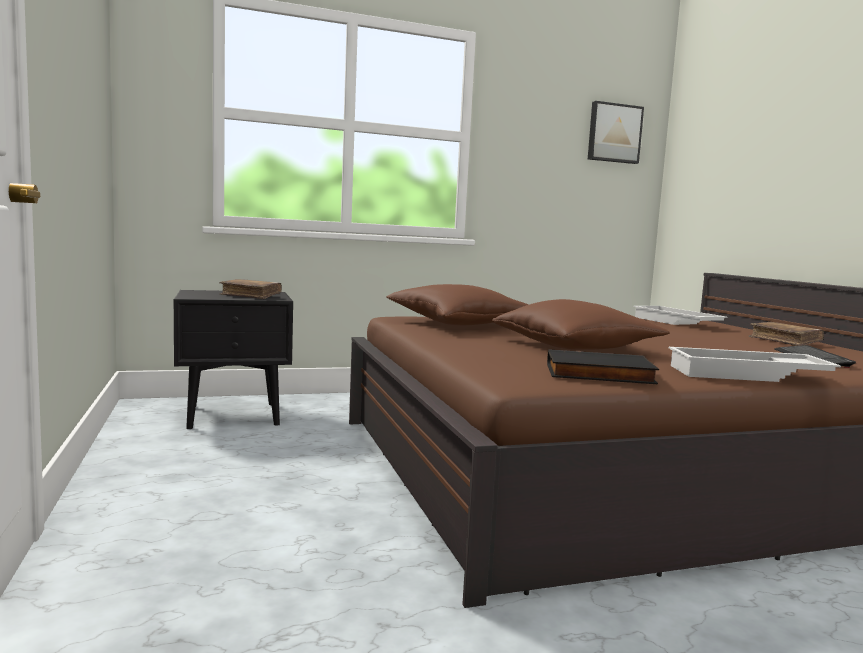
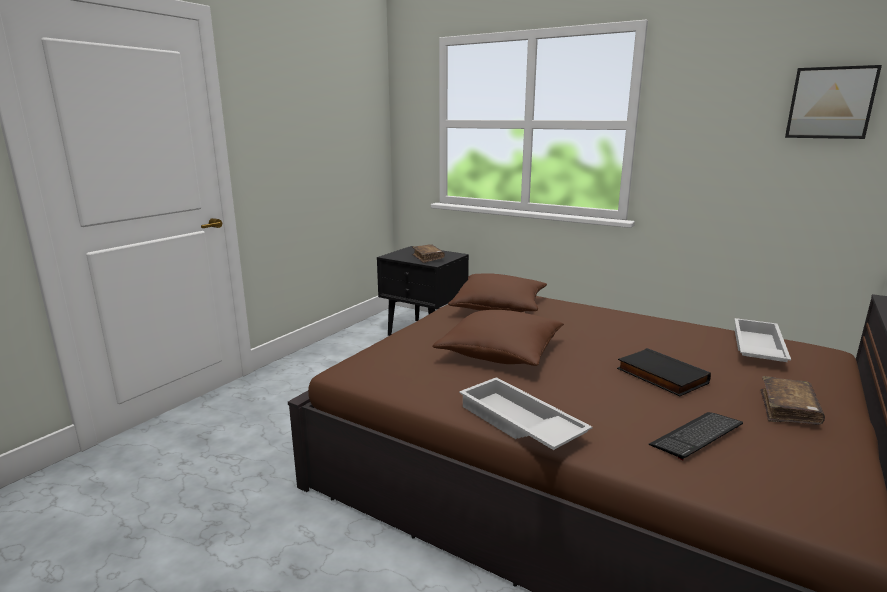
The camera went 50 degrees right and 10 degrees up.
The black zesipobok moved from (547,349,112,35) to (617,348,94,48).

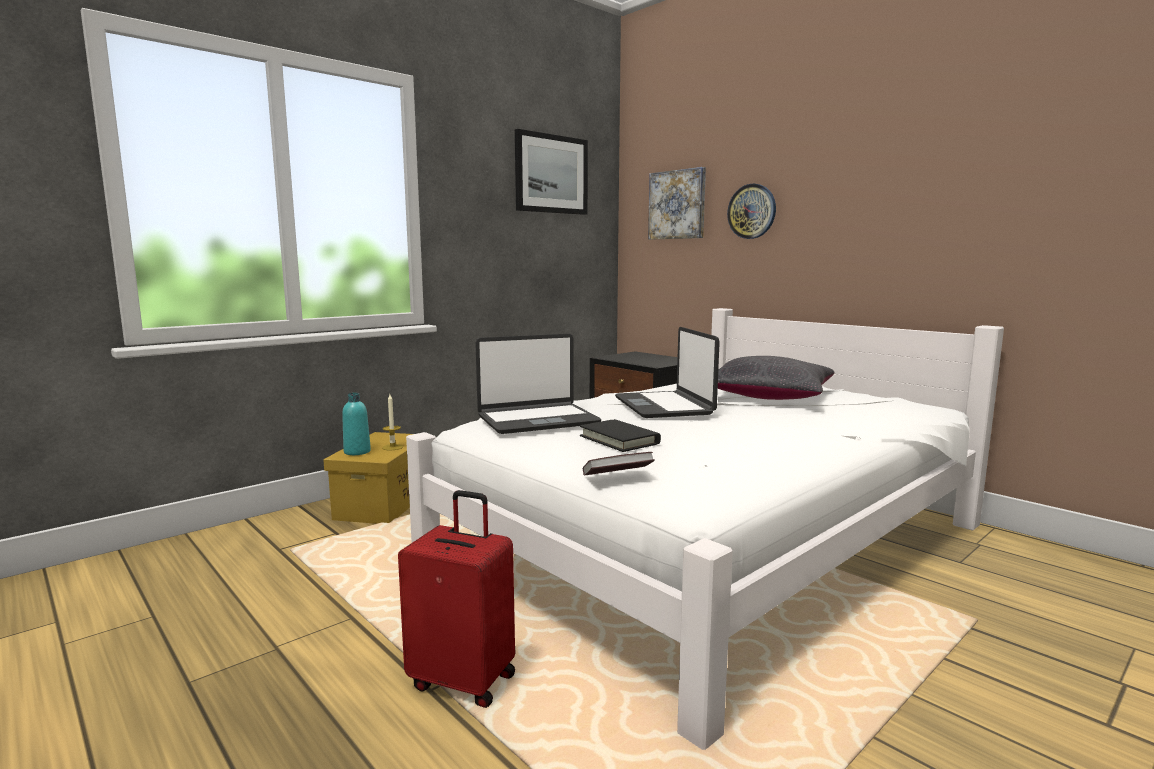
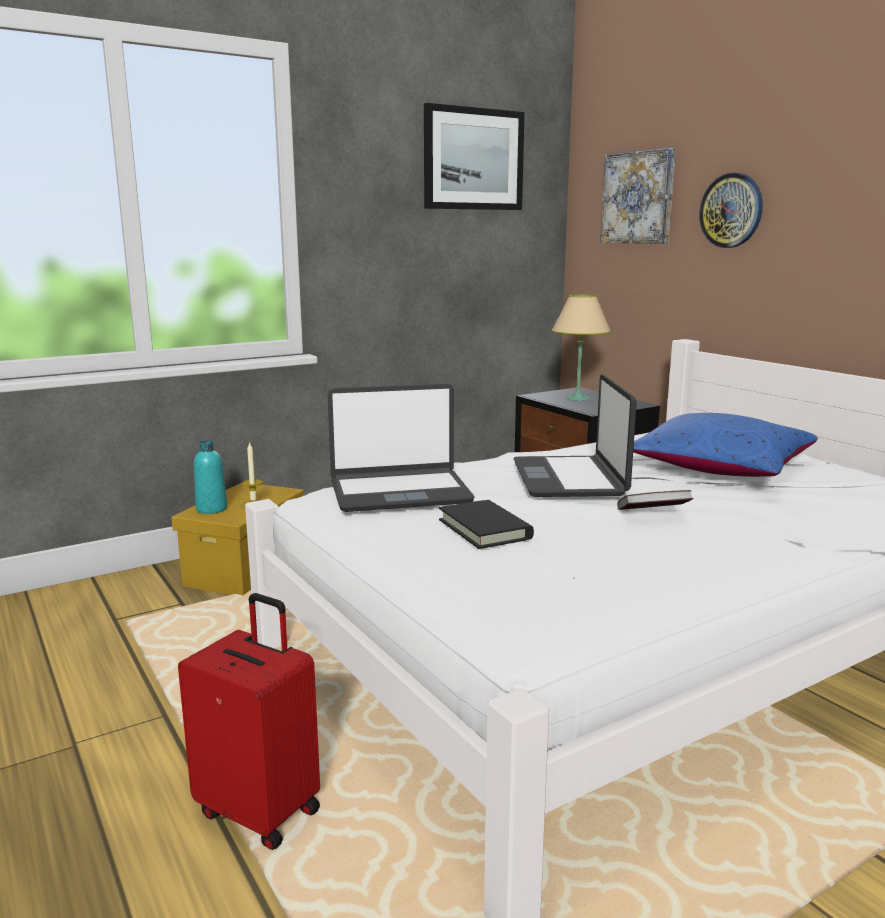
The camera went 10 degrees right and 5 degrees up.
The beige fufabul at (552,294,59,107) appeared.
The zesipobok moved from (583,452,72,23) to (617,490,76,20).
The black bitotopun at (718,356,116,44) became the blue bitotopun at (633,413,185,64).

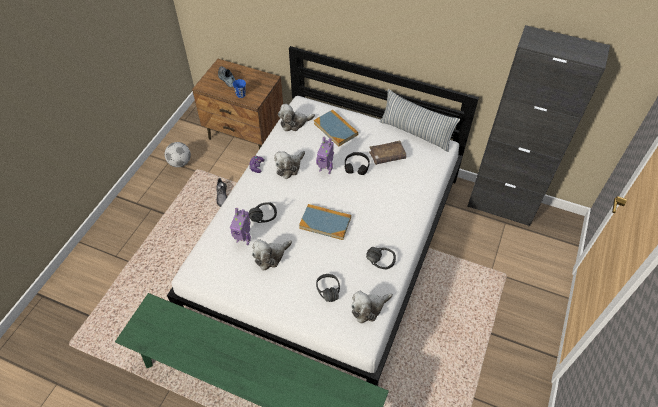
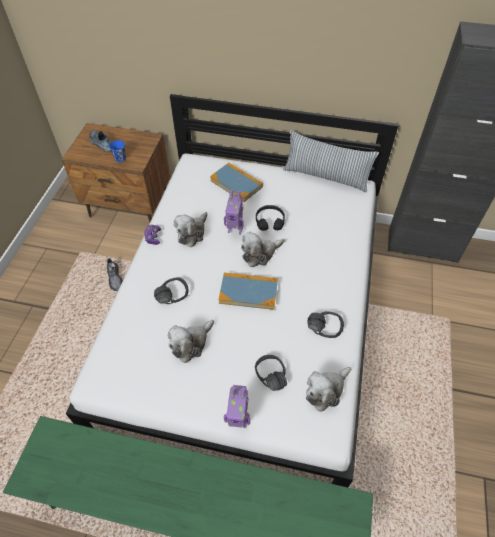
The camera went 10 degrees left and 0 degrees up.
The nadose moved from (230,208,21,37) to (224,385,26,43).
The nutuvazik moved from (278,104,37,27) to (241,232,43,35).
The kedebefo at (164,142,27,25) disappeared.
The brown zesipobok at (369,140,37,25) disappeared.

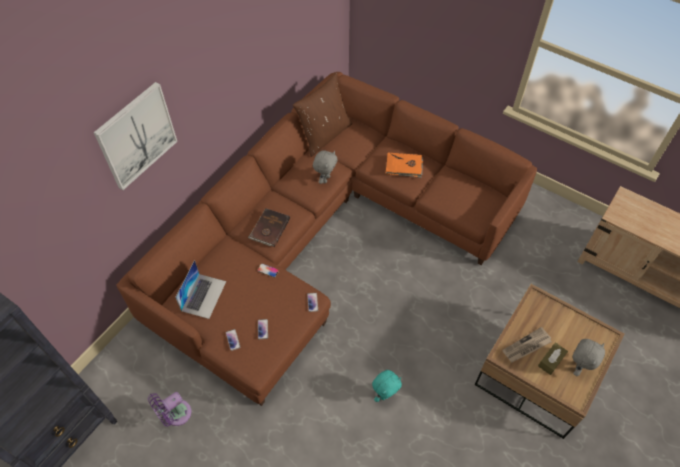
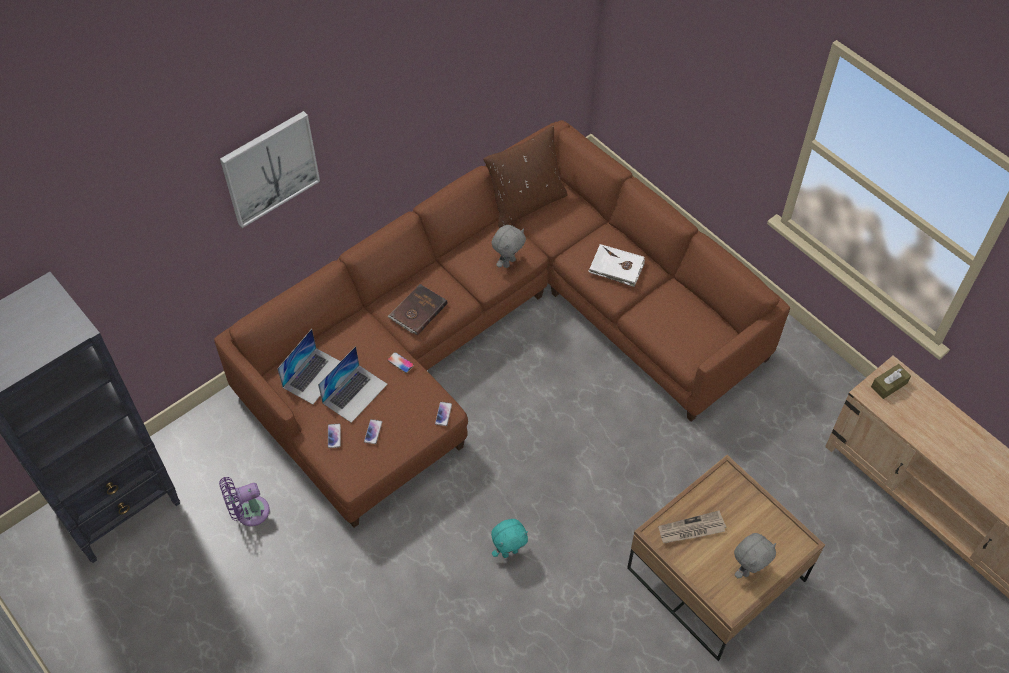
The camera went 15 degrees right and 0 degrees up.
The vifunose at (318,346,69,77) appeared.
The orange zesipobok at (385,153,38,25) became the white zesipobok at (588,244,57,43).
The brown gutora moved from (538,342,30,33) to (871,364,40,35).

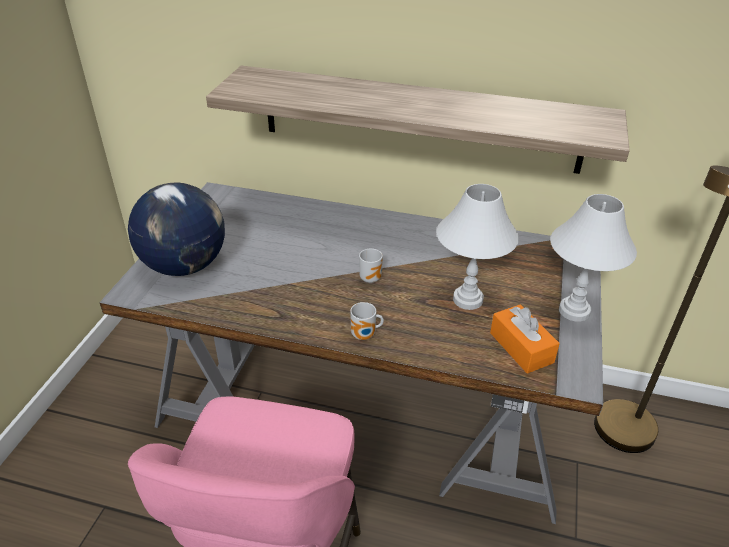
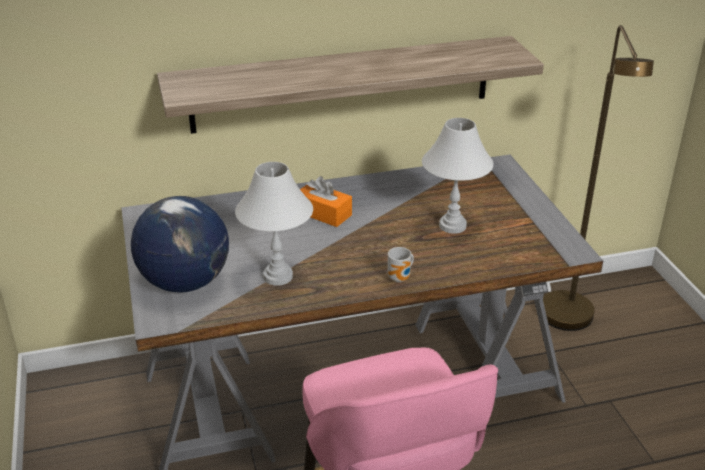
The camera went 30 degrees left and 5 degrees down.
The white fufabul moved from (550,194,87,128) to (235,162,78,124).
The orange gutora moved from (490,304,70,70) to (300,176,52,51).
The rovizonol at (359,248,24,35) disappeared.

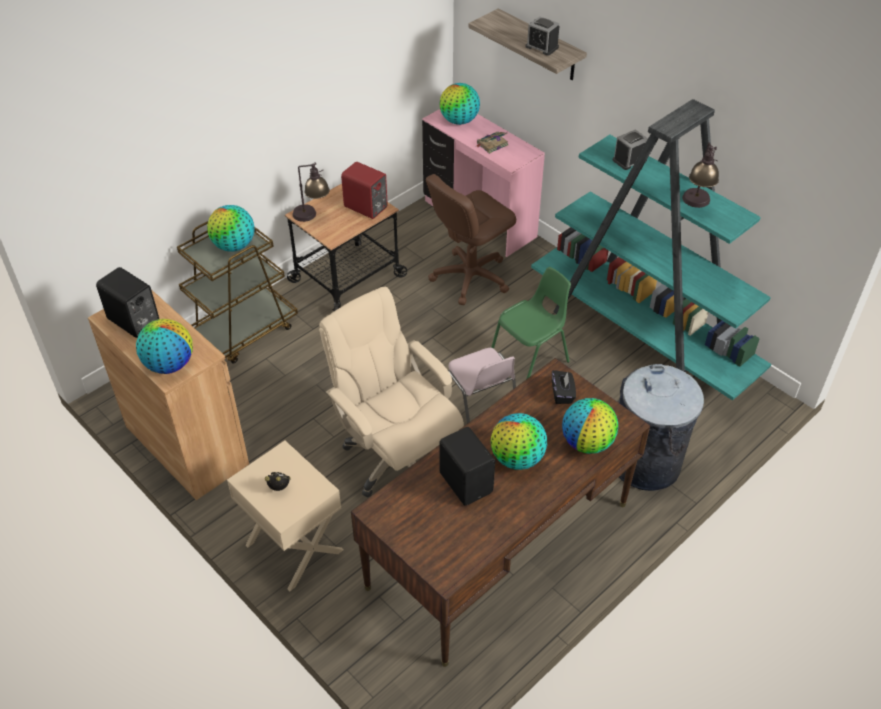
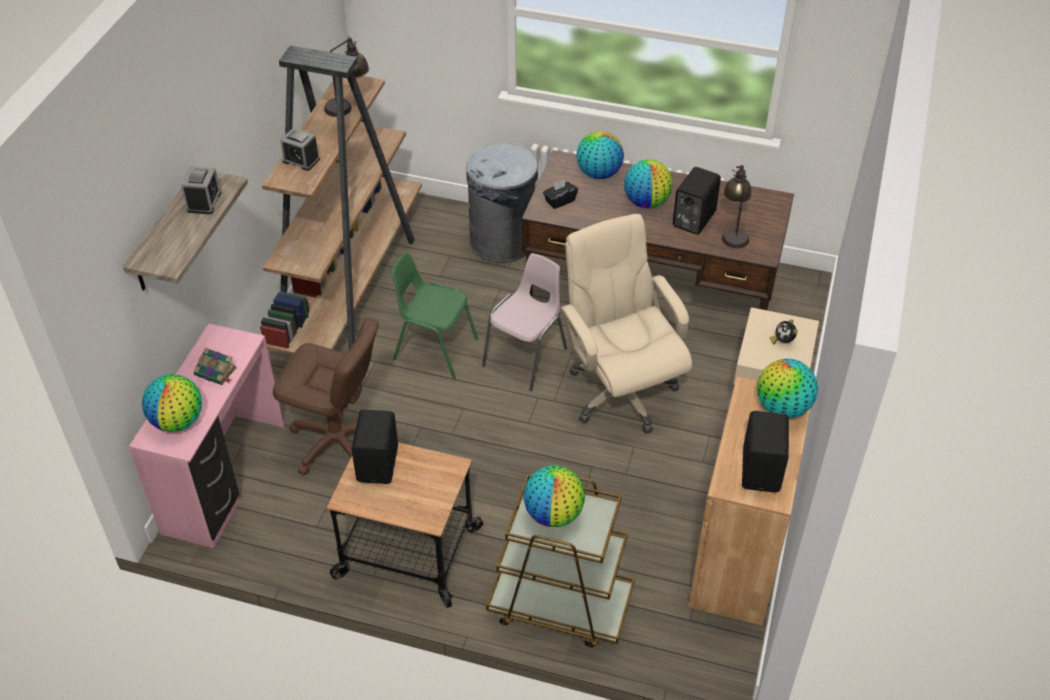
The camera went 120 degrees left and 0 degrees up.
The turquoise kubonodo at (531,99,240,302) became the brown kubonodo at (260,45,162,310).
The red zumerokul at (341,162,47,57) became the black zumerokul at (351,410,47,74).
The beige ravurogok at (319,287,145,211) turned 135 degrees clockwise.
The fufabul moved from (292,162,38,60) to (722,165,30,83).

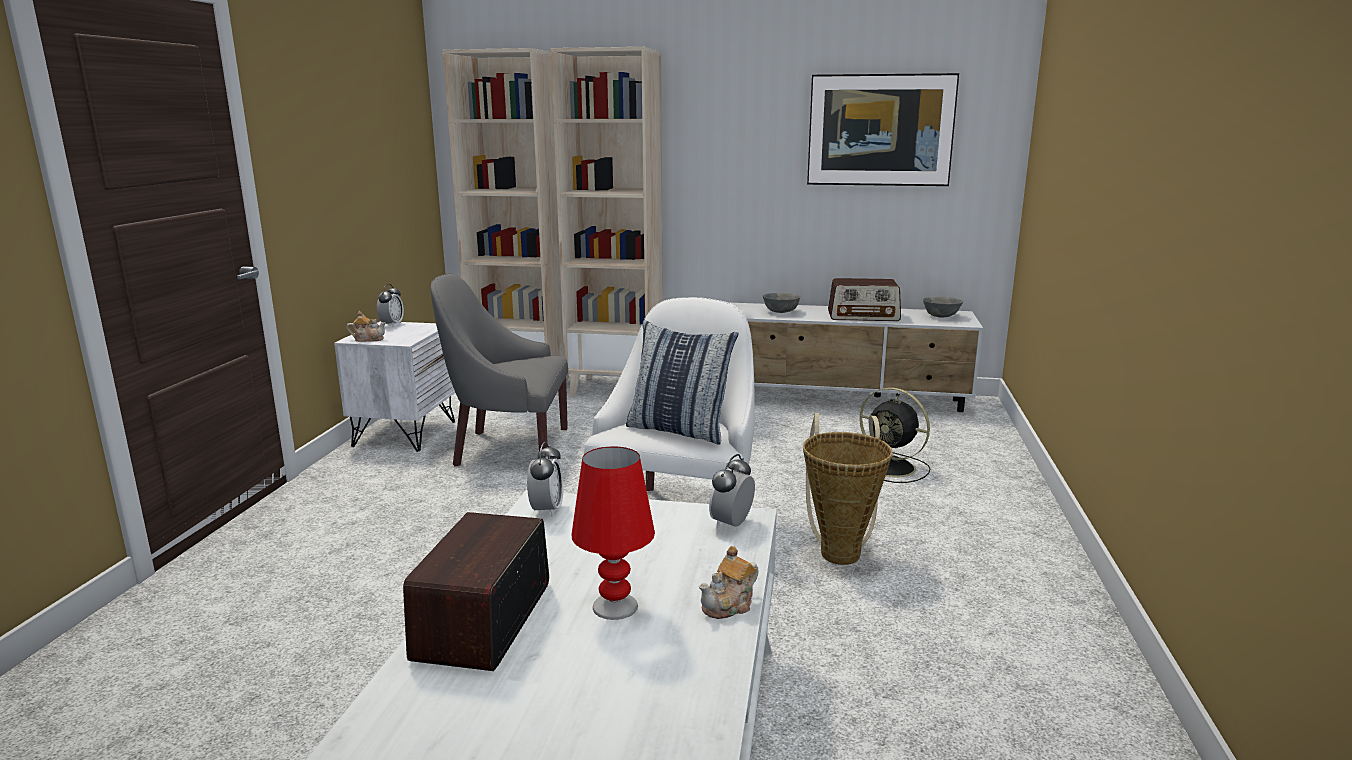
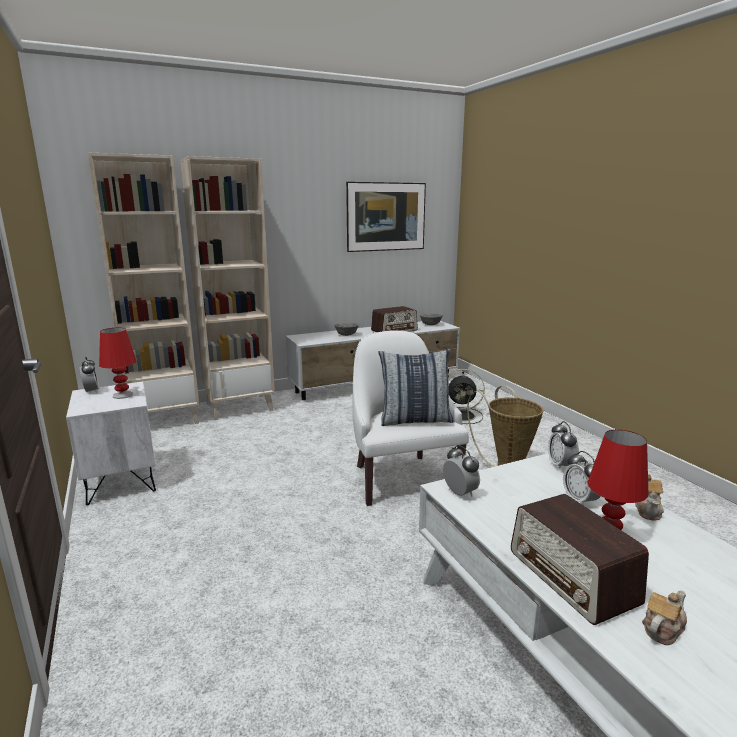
The camera went 35 degrees left and 0 degrees up.
The red fufabul at (99,328,38,71) appeared.
The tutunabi at (563,451,38,55) appeared.
The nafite moved from (347,311,39,31) to (642,591,45,54).
The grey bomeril at (430,274,138,192) disappeared.

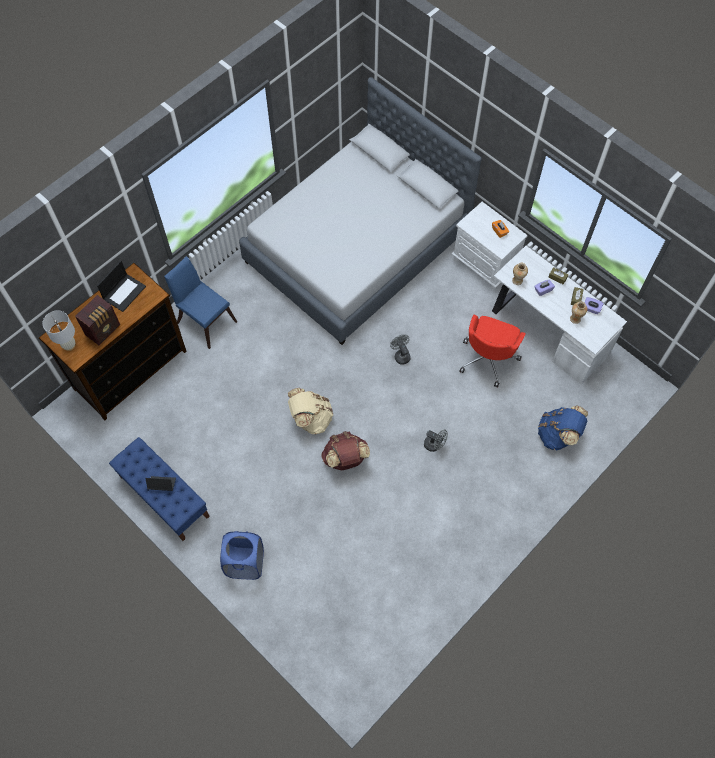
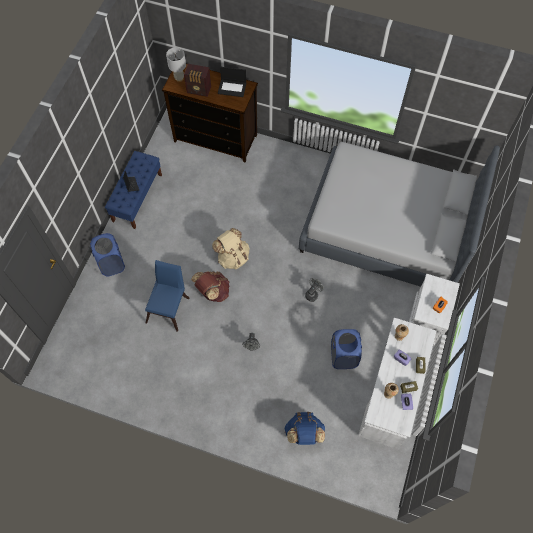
The camera went 65 degrees right and 0 degrees up.
The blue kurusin moved from (164,256,73,93) to (145,260,44,72).
The red ravurogok at (459,315,67,72) was replaced by the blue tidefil at (331,329,31,40).

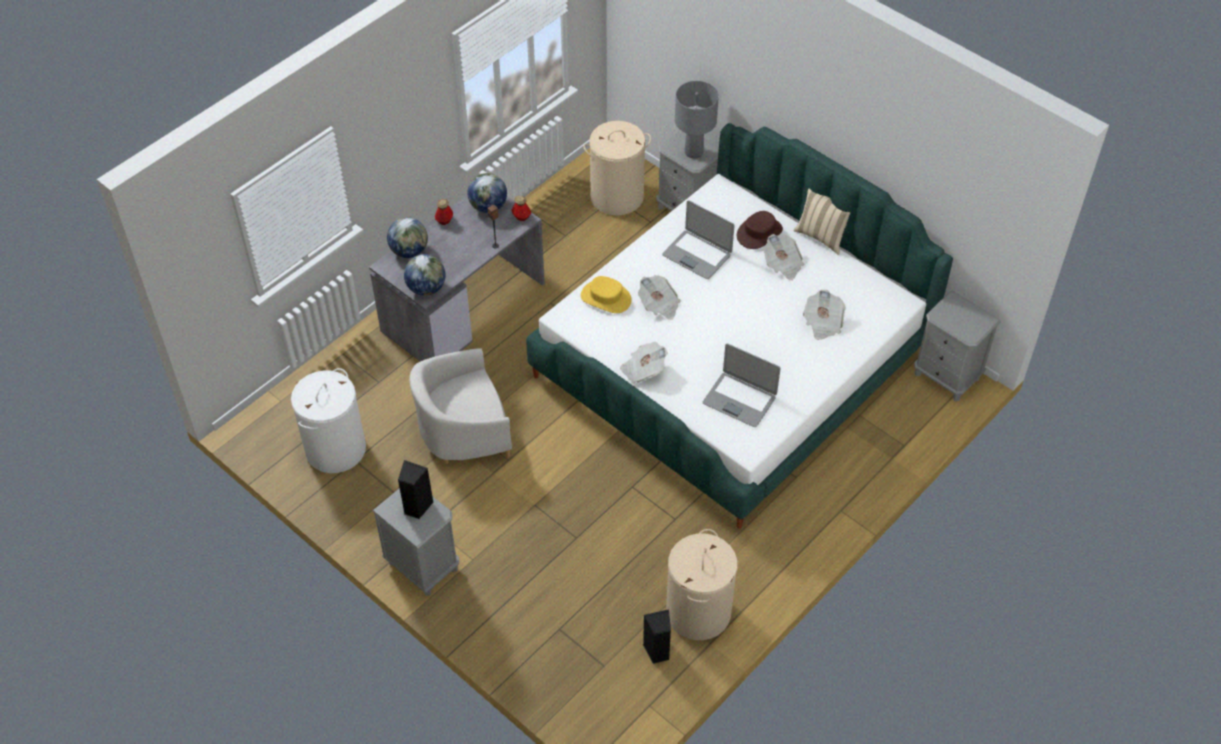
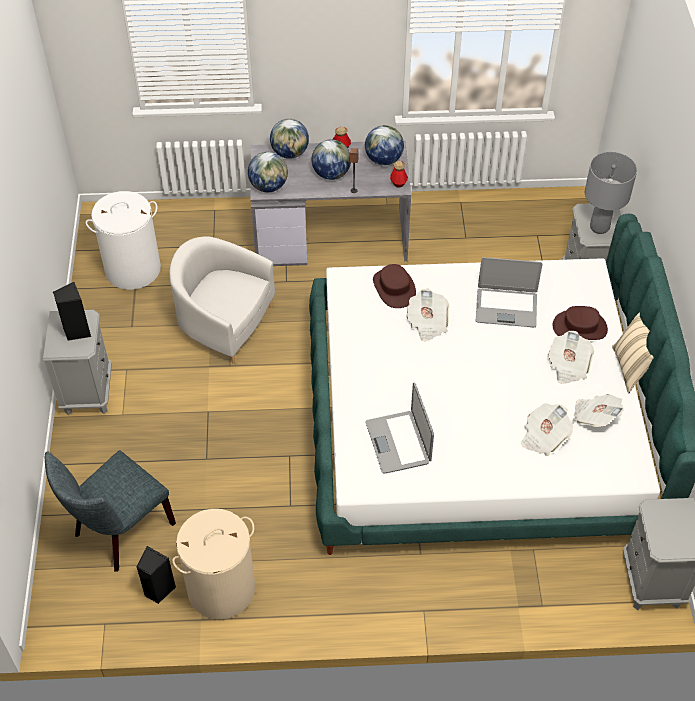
The camera went 45 degrees right and 0 degrees up.
The grey kurusin at (45,451,131,121) appeared.
The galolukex at (312,139,39,41) appeared.
The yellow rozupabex at (581,276,51,37) became the brown rozupabex at (373,264,43,44).
The vifunose at (662,200,73,79) turned 75 degrees counterclockwise.
The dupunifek moved from (620,342,48,42) to (573,394,51,33).
The beige tidefil at (583,121,68,95) disappeared.

